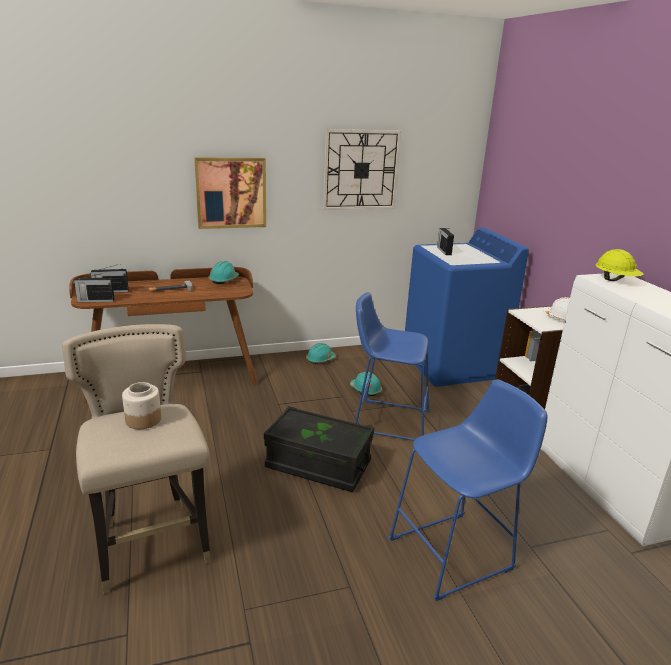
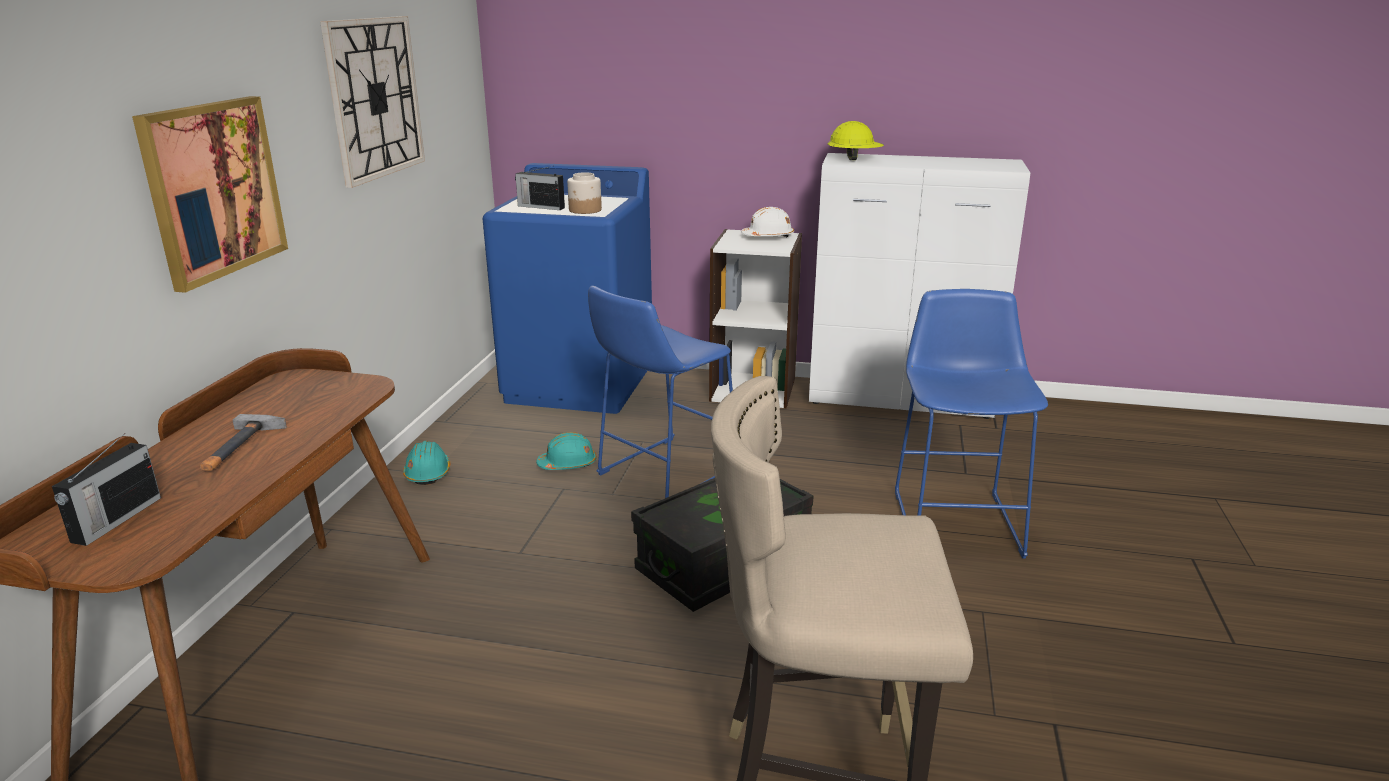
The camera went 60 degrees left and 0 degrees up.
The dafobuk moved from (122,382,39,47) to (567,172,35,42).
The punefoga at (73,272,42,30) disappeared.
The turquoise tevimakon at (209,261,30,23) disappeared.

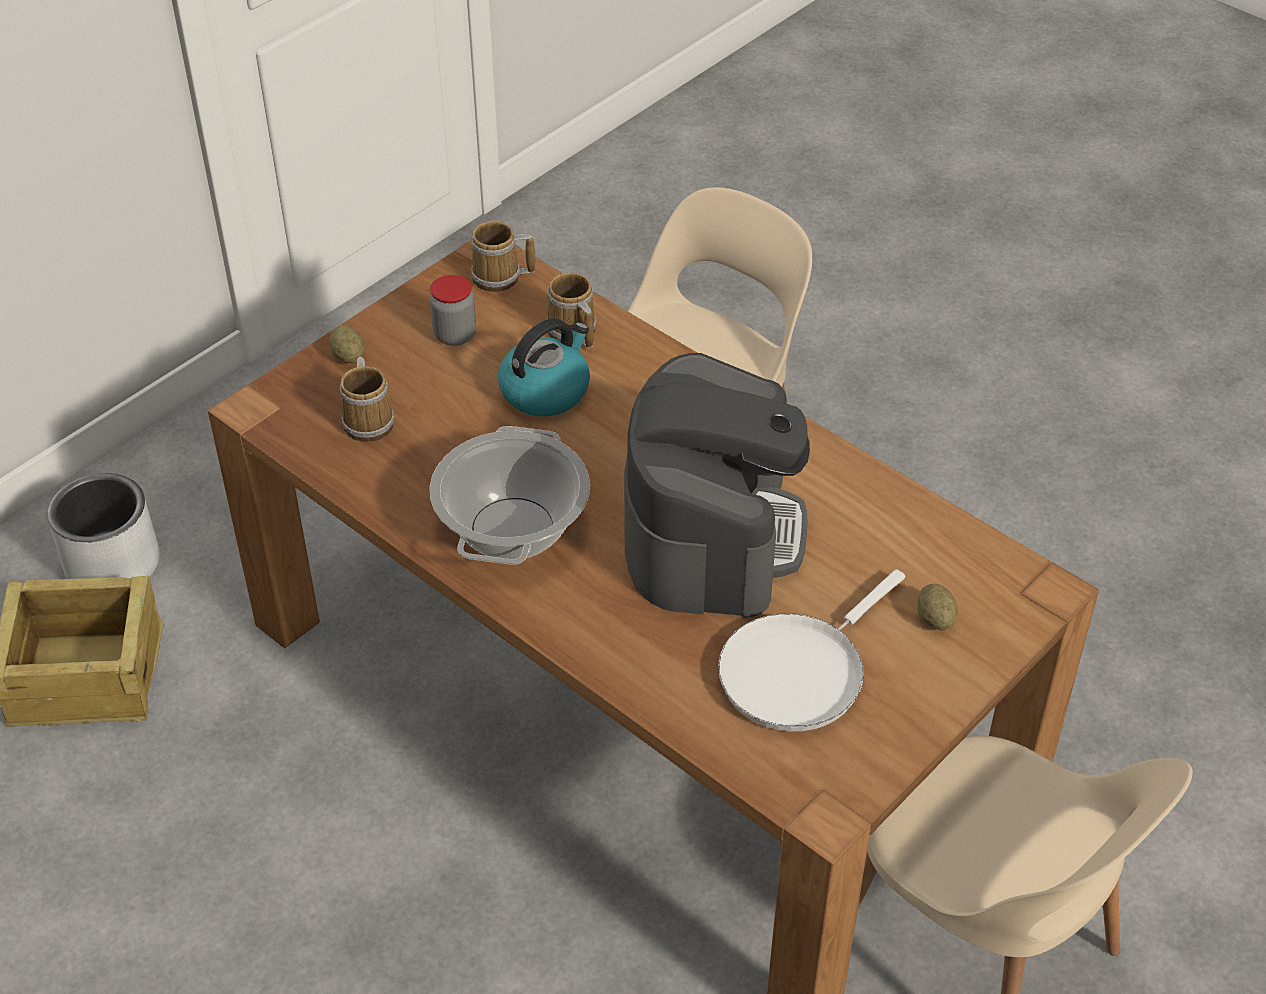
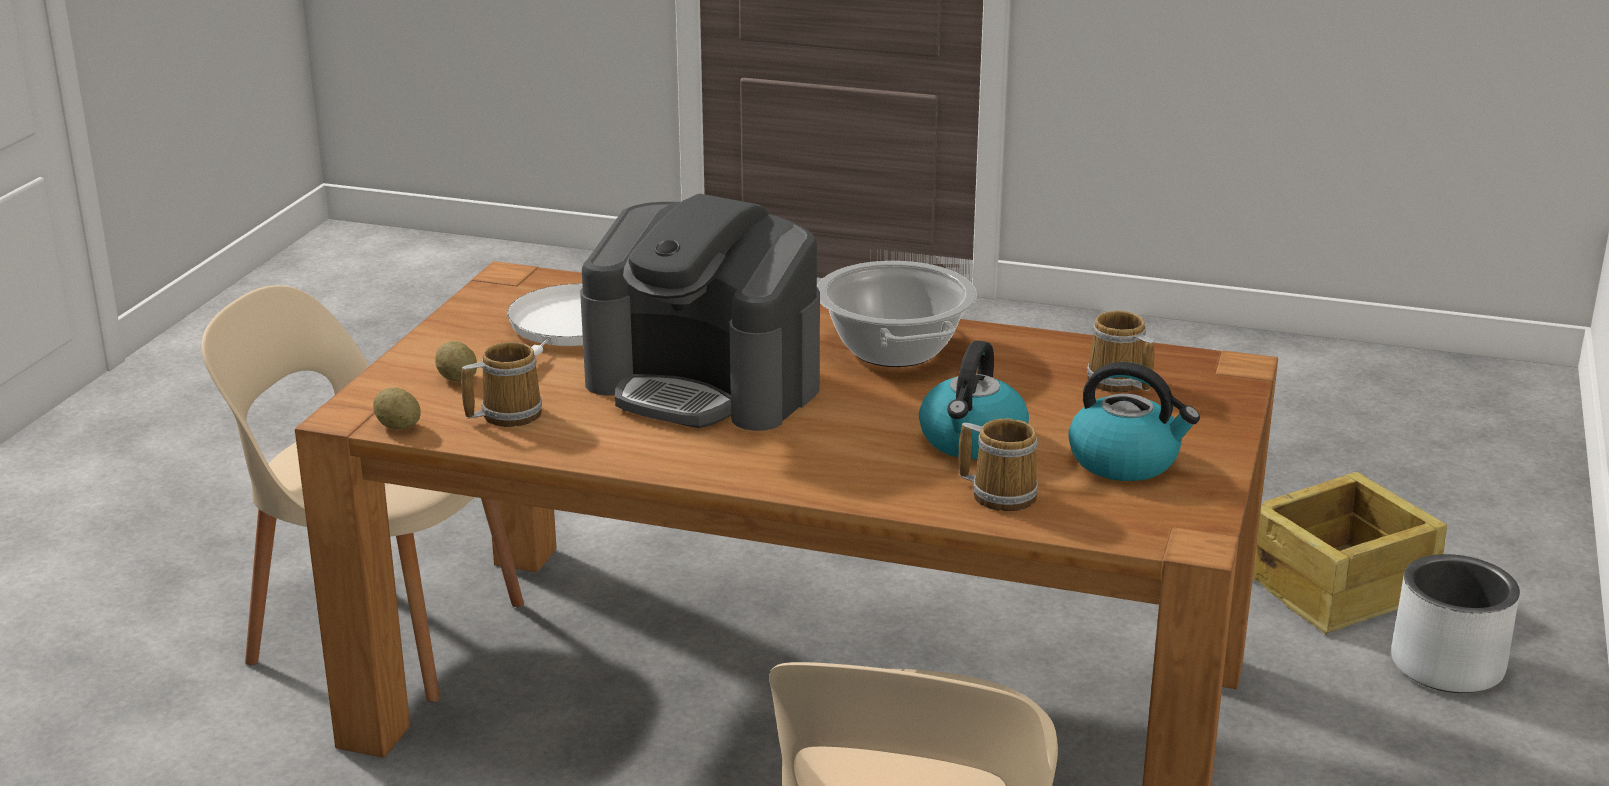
The camera went 155 degrees right and 20 degrees down.
The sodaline moved from (330,325,35,38) to (373,387,48,42).
The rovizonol moved from (471,221,64,71) to (461,342,81,85).
The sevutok at (624,353,186,265) turned 45 degrees counterclockwise.
The dafobuk at (430,275,46,71) was replaced by the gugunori at (1068,362,132,119).

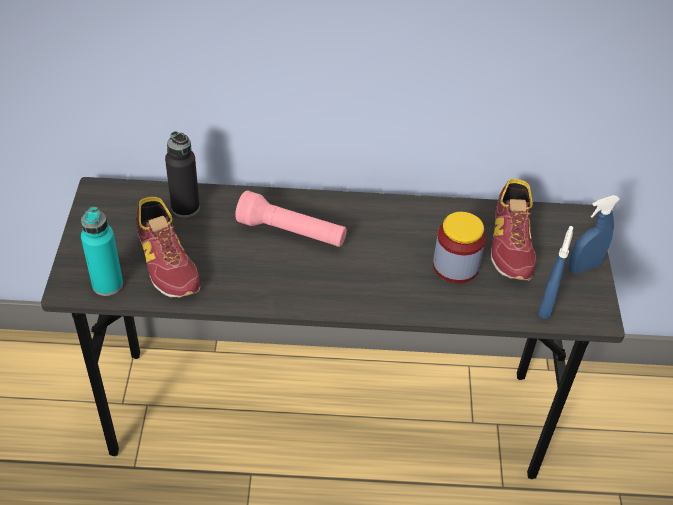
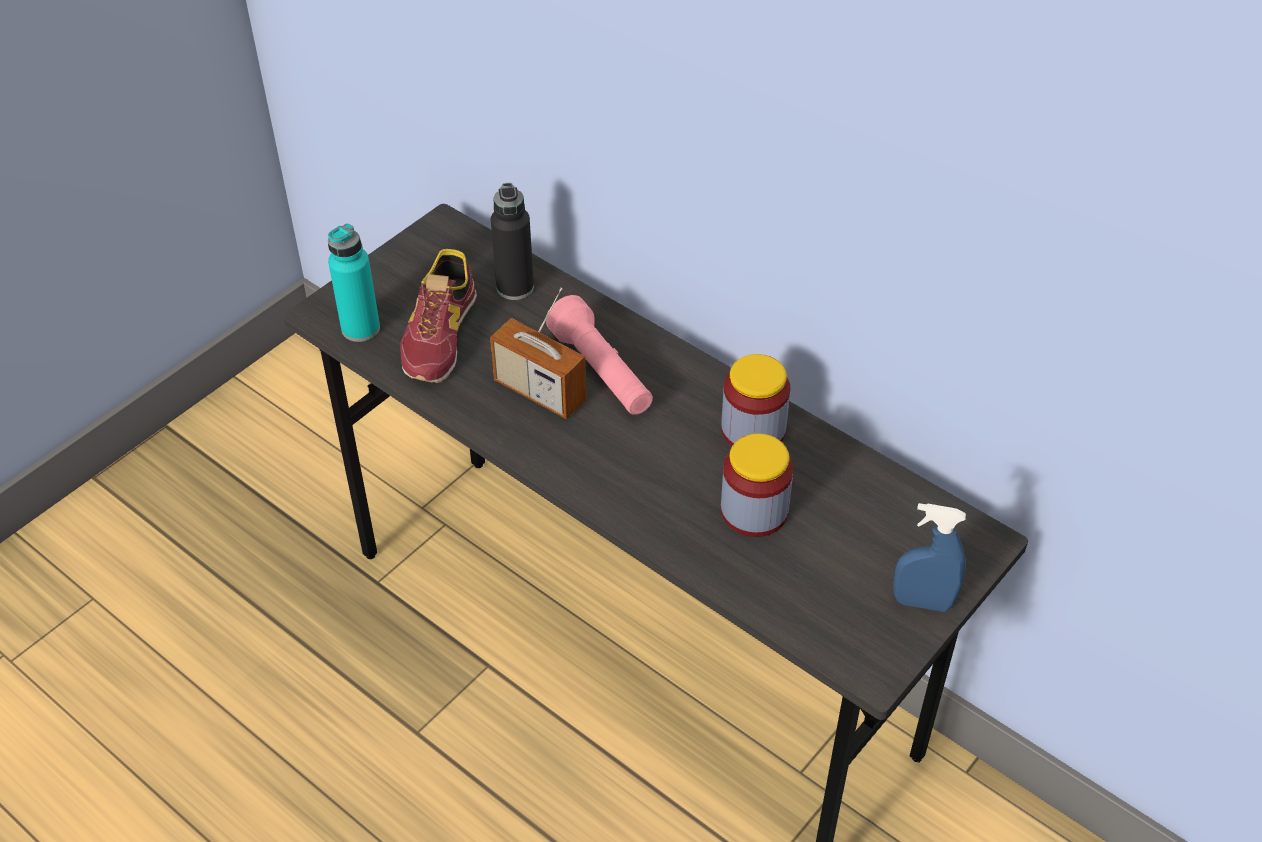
The camera went 40 degrees right and 0 degrees up.
The punefoga at (490,288,96,131) appeared.
The dafobuk at (721,354,69,92) appeared.
The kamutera at (491,179,45,101) disappeared.
The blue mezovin at (538,226,35,93) disappeared.

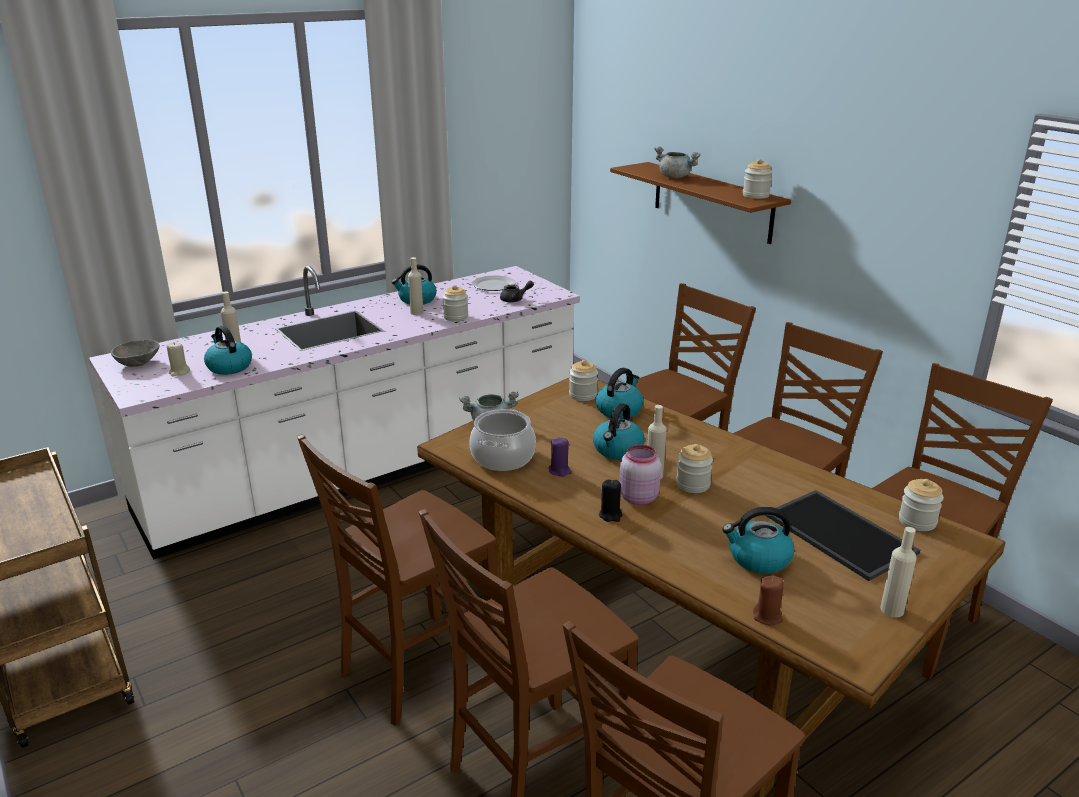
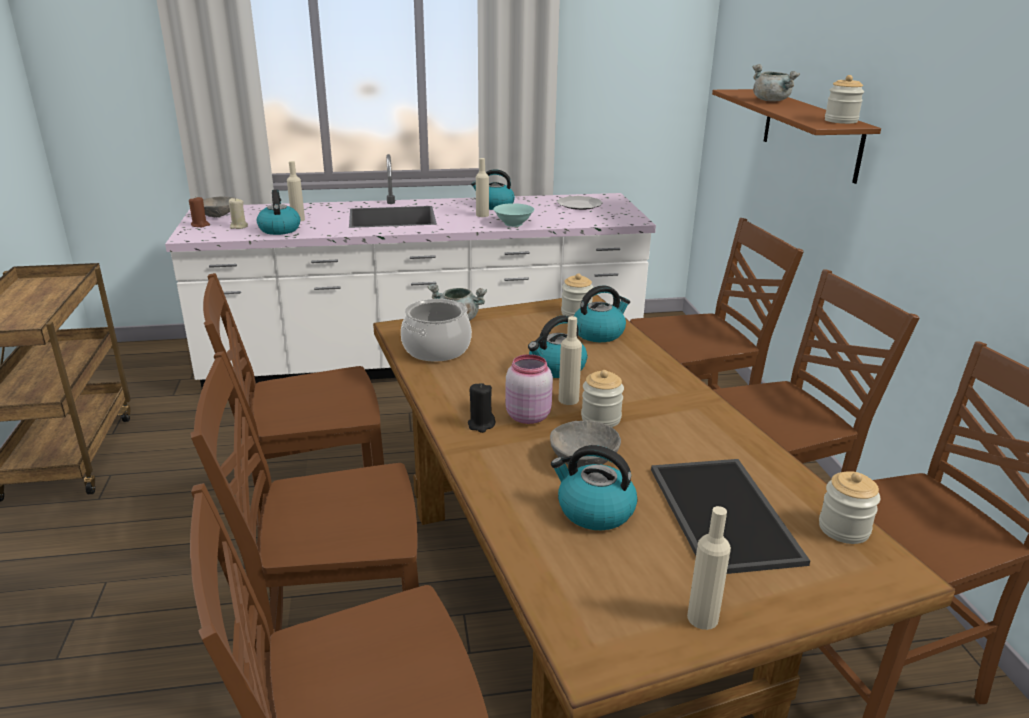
The camera went 25 degrees right and 0 degrees up.
The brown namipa moved from (753,575,31,51) to (189,196,21,31).
The dafobuk at (442,285,26,36) was replaced by the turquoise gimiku at (493,203,41,24).
The grey gimiku at (550,420,71,48) appeared.
The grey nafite at (500,281,34,22) disappeared.
The purple namipa at (549,437,23,40) disappeared.

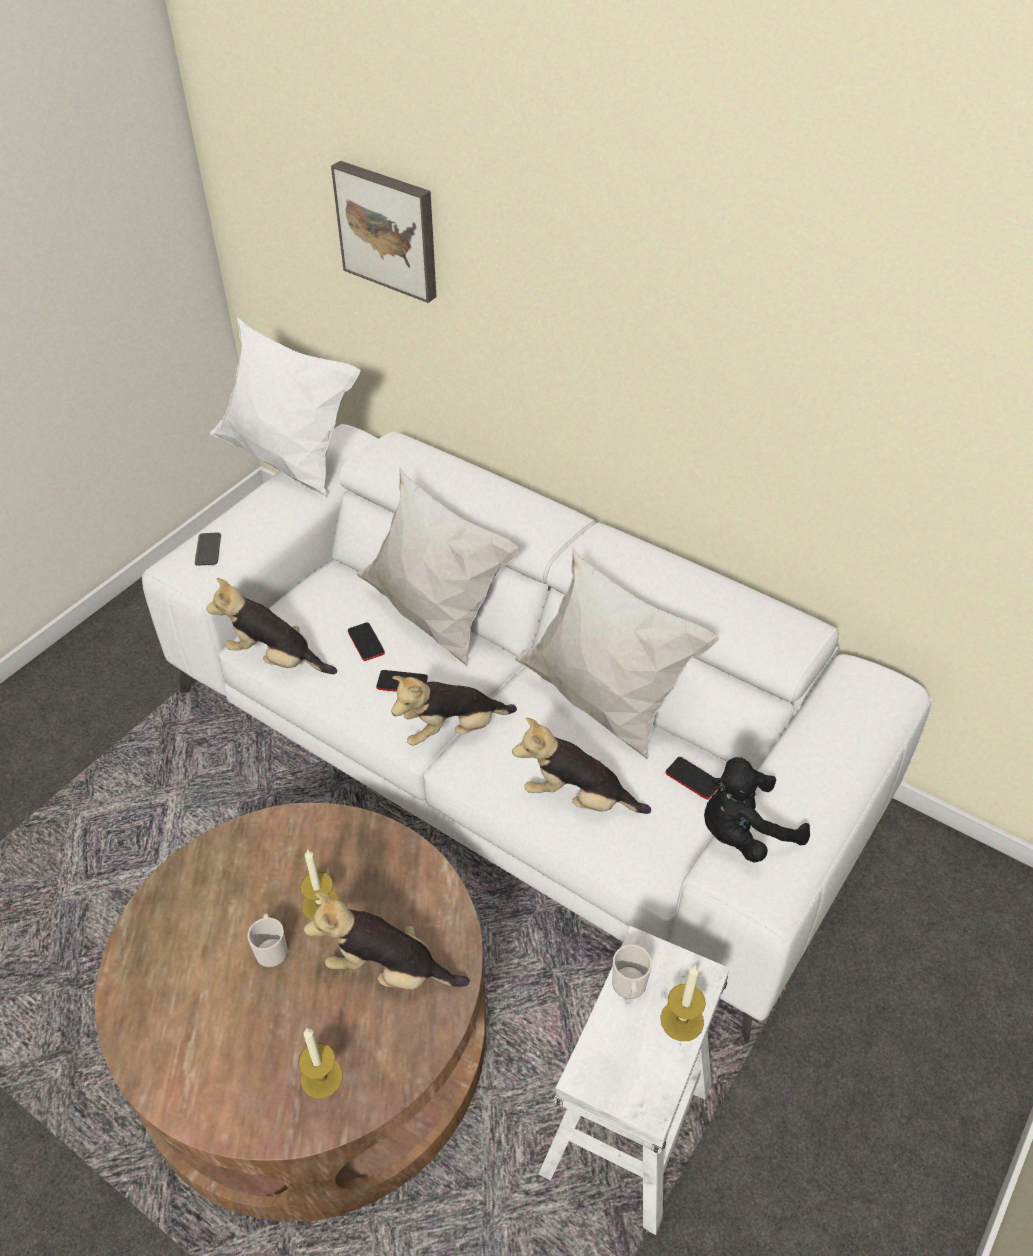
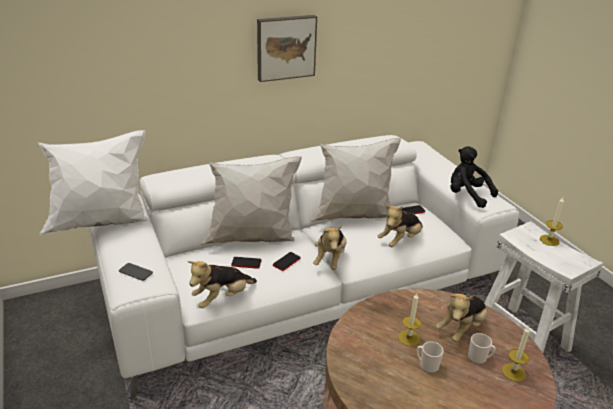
The camera went 60 degrees left and 15 degrees down.
The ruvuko moved from (331,161,105,142) to (257,15,60,67).
The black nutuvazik at (704,757,106,106) turned 120 degrees clockwise.
The rovizonol moved from (612,944,40,55) to (468,333,28,31).

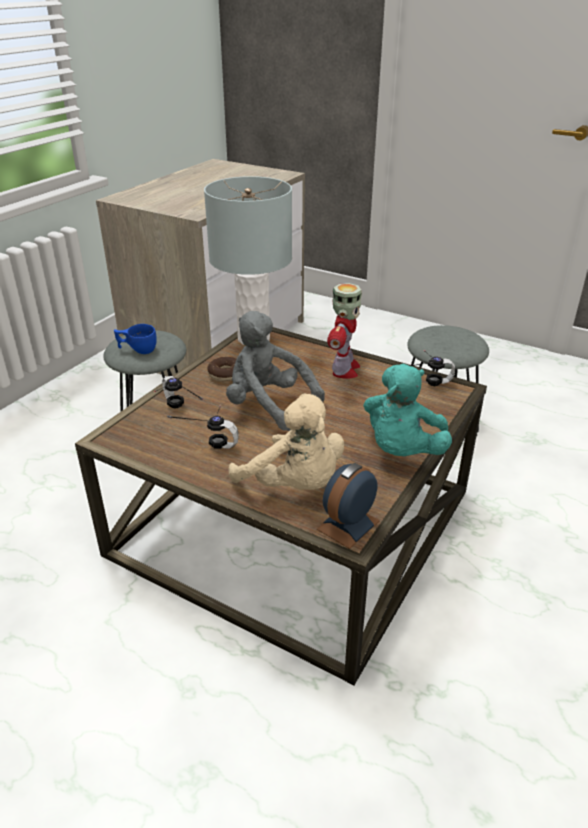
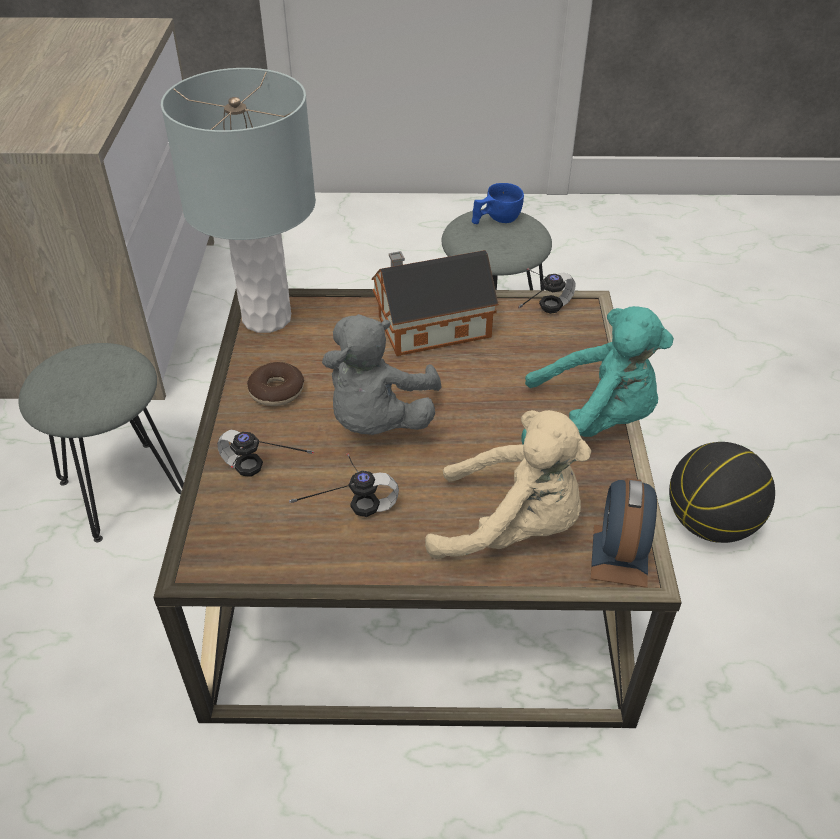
The camera went 30 degrees left and 10 degrees up.
The grey nutuvazik at (226,311,99,120) turned 75 degrees counterclockwise.
The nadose at (327,283,35,96) was replaced by the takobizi at (372,250,126,106).
The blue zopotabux moved from (114,324,43,30) to (472,183,52,41).
The turquoise nutuvazik at (363,364,89,92) turned 75 degrees counterclockwise.
The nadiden at (669,442,106,101) appeared.

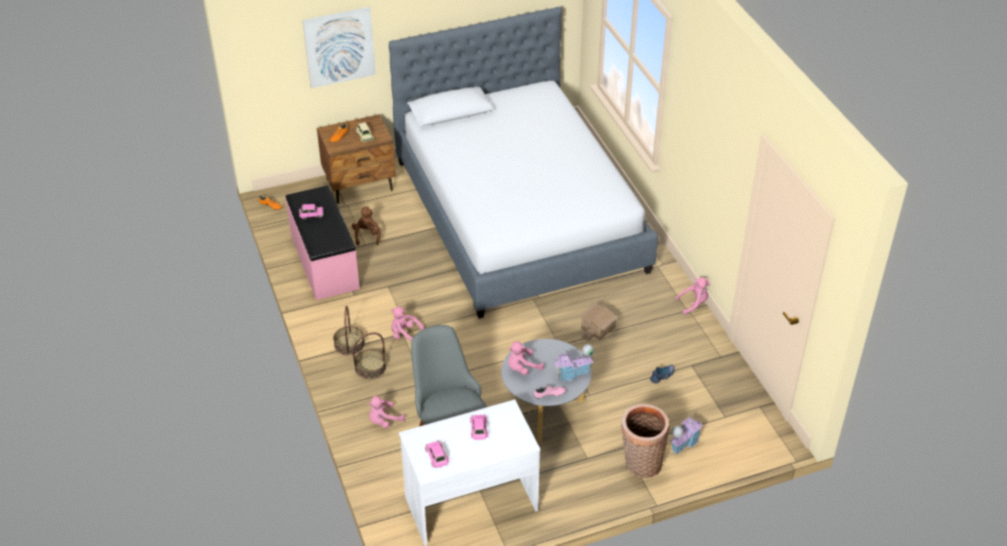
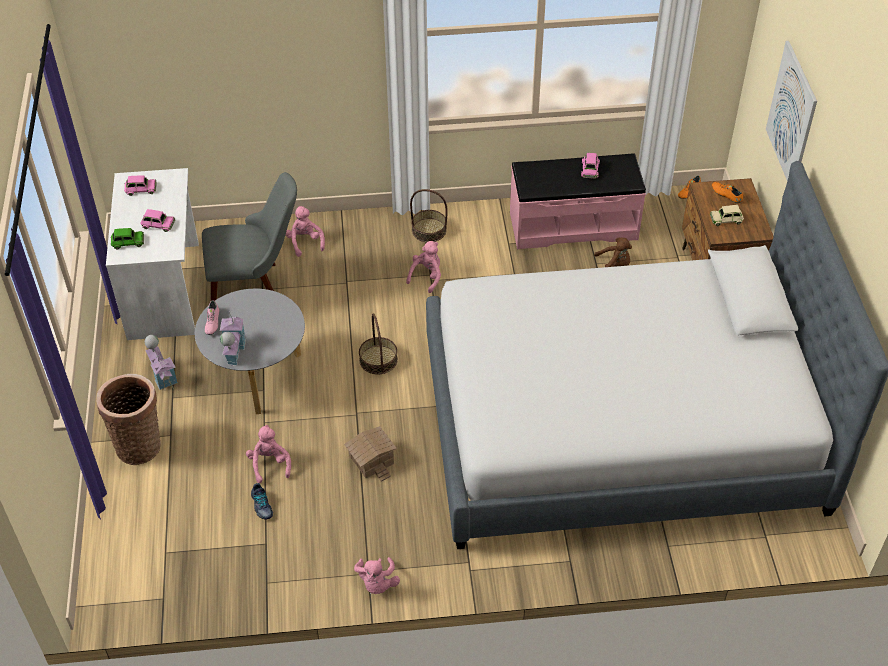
The camera went 105 degrees right and 5 degrees up.
The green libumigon at (111,228,33,21) appeared.
The takobizi moved from (670,415,32,40) to (145,335,33,55).
The pink nutuvazik moved from (508,341,36,34) to (246,425,45,58).
The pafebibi moved from (353,332,33,47) to (359,313,39,61).

